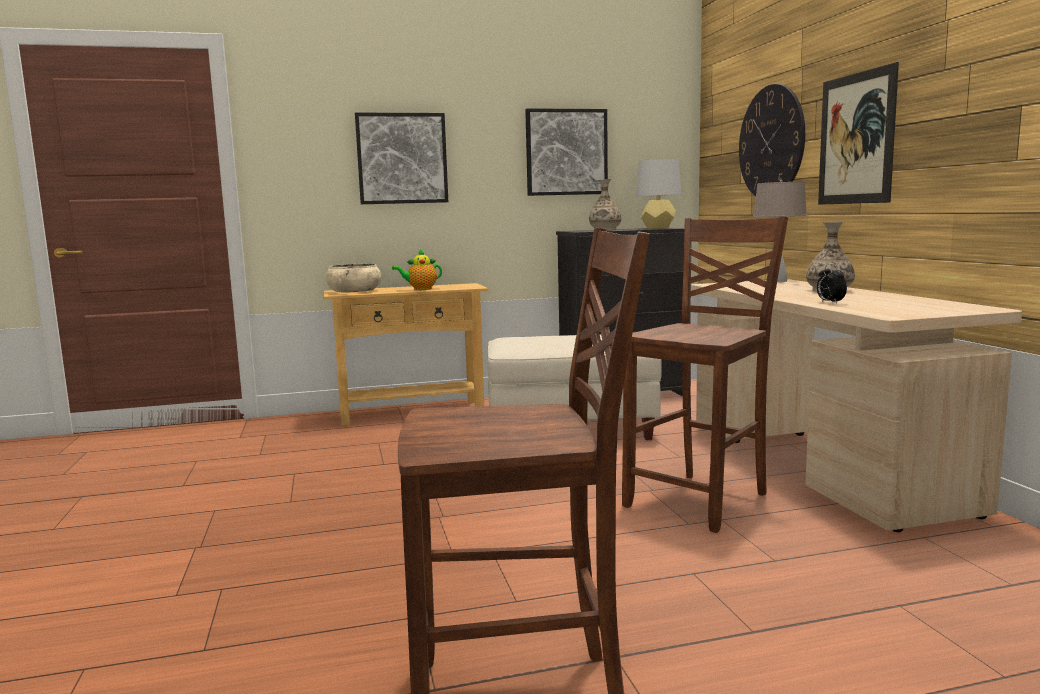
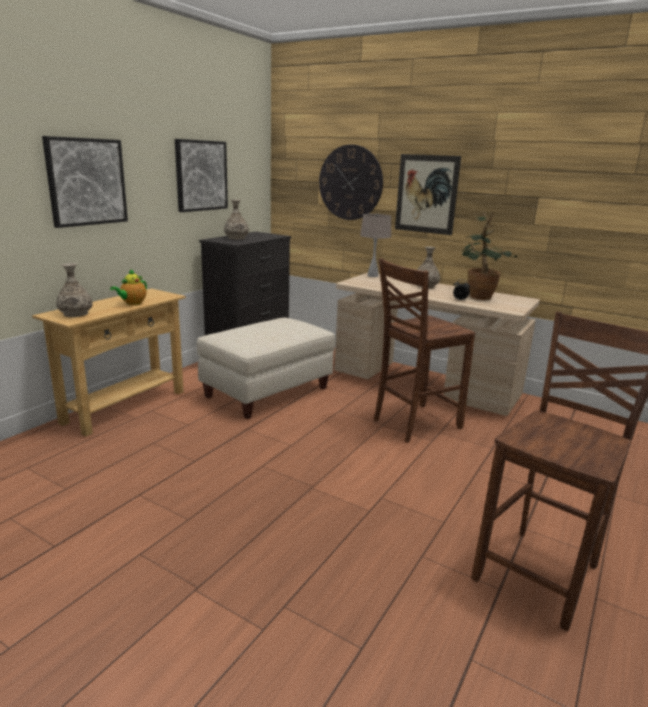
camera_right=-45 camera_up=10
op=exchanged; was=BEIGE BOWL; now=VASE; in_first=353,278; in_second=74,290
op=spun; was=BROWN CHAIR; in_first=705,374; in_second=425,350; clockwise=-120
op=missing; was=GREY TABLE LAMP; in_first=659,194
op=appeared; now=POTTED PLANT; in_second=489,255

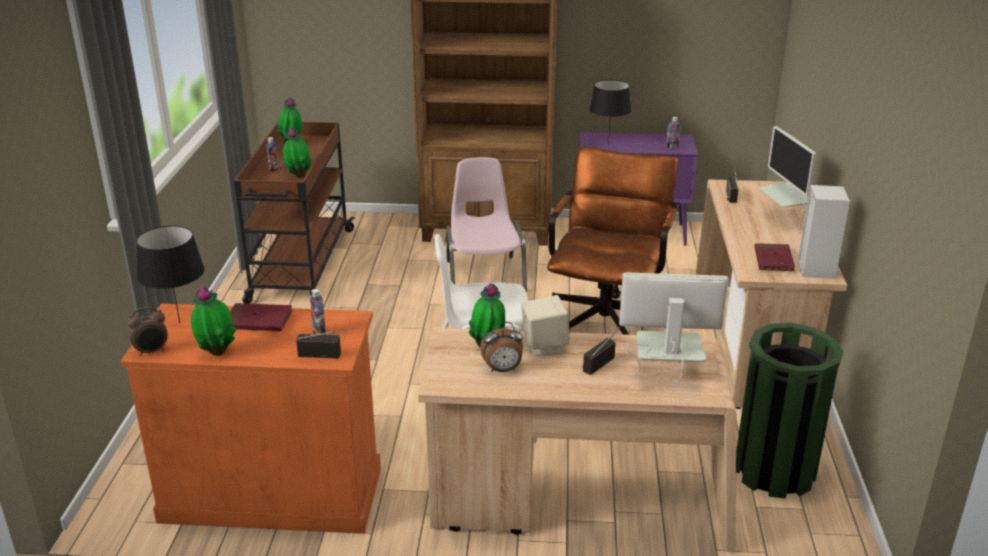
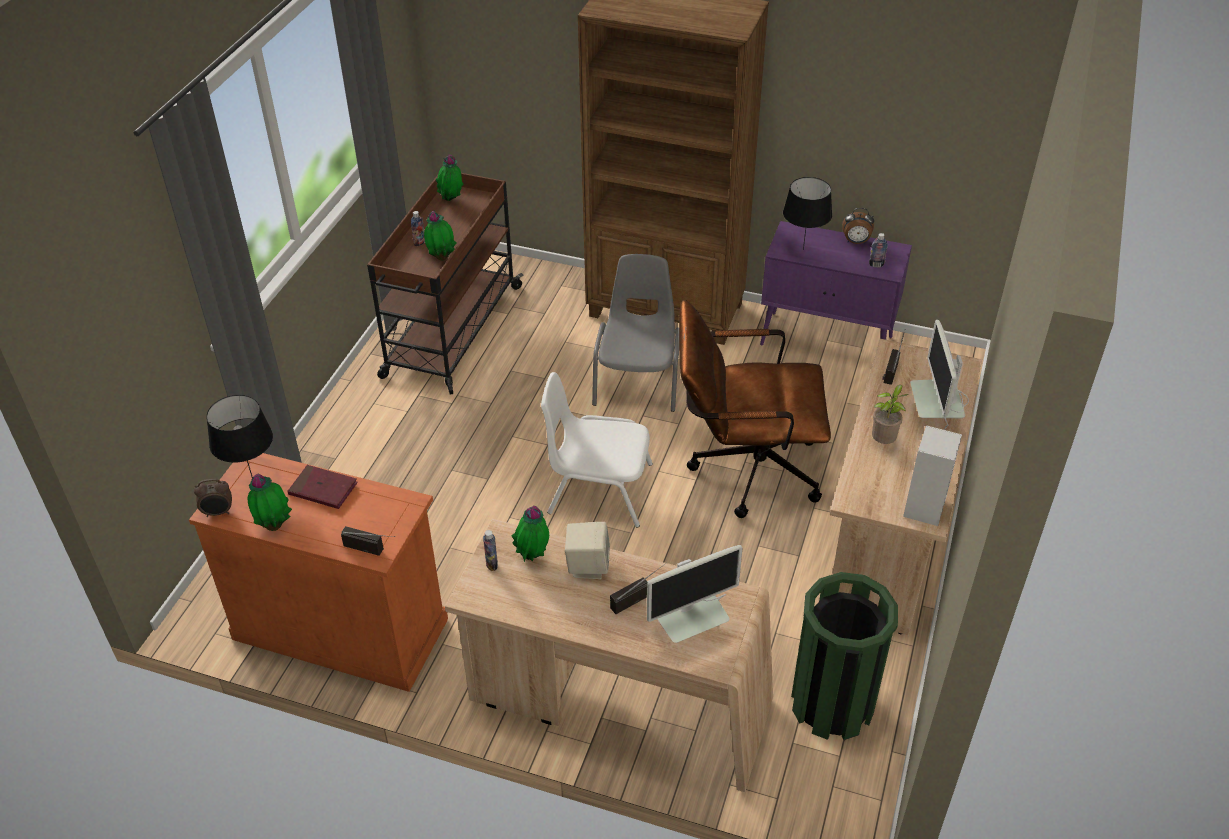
camera_right=15 camera_up=15
op=relocated; was=BOTTLE; in_first=318,312; in_second=490,550
op=colour; was=PINK CHAIR; now=GREY CHAIR; in_first=486,224; in_second=635,333
op=relocated; was=ALARM CLOCK; in_first=501,347; in_second=858,226
op=spun; was=BROWN OFFICE CHAIR; in_first=612,241; in_second=755,409; clockwise=-120
op=spun; was=MONITOR; in_first=674,330; in_second=694,594; clockwise=135
op=missing; was=RED BOOK; in_first=775,257
op=appeared; now=POTTED PLANT; in_second=890,414

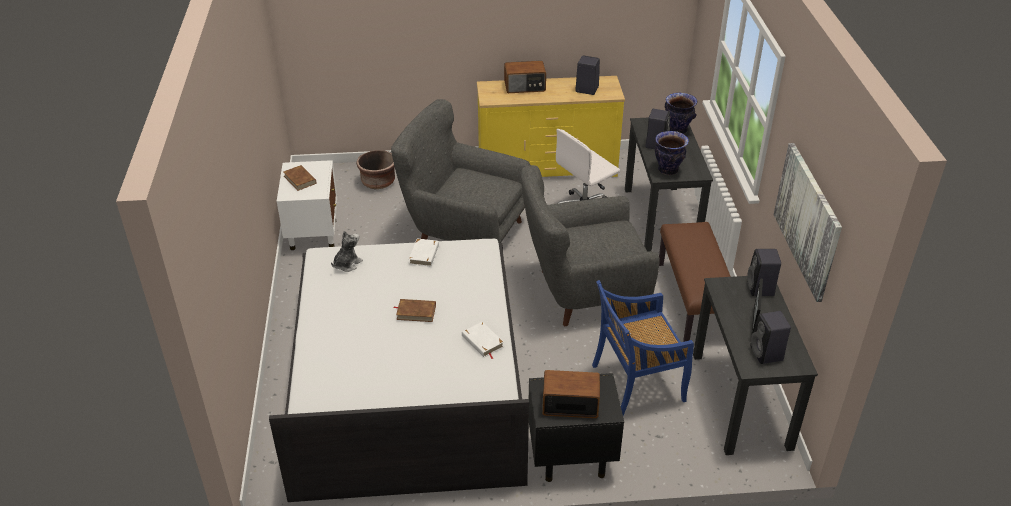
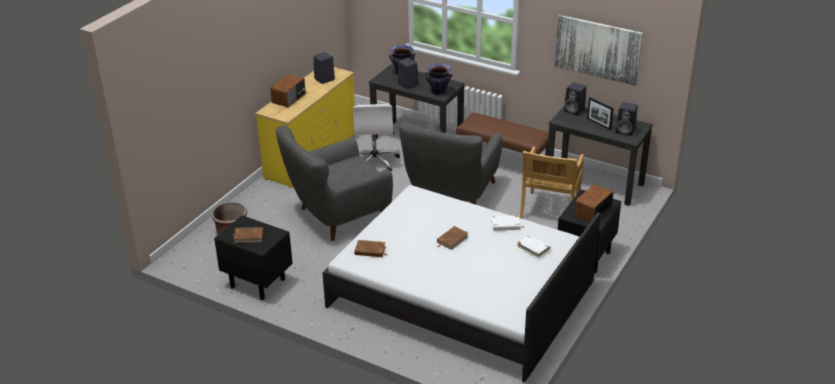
camera_right=-55 camera_up=-5
op=colour; was=WHITE NIGHTSTAND; now=BLACK NIGHTSTAND; in_first=307,205; in_second=253,257
op=exchanged; was=PLUSH TOY; now=BROWN BOOK; in_first=347,251; in_second=371,248
op=relocated; was=WHITE BOOK; in_first=424,252; in_second=533,246
op=colour; was=BLUE CHAIR; now=BEIGE CHAIR; in_first=643,348; in_second=552,183

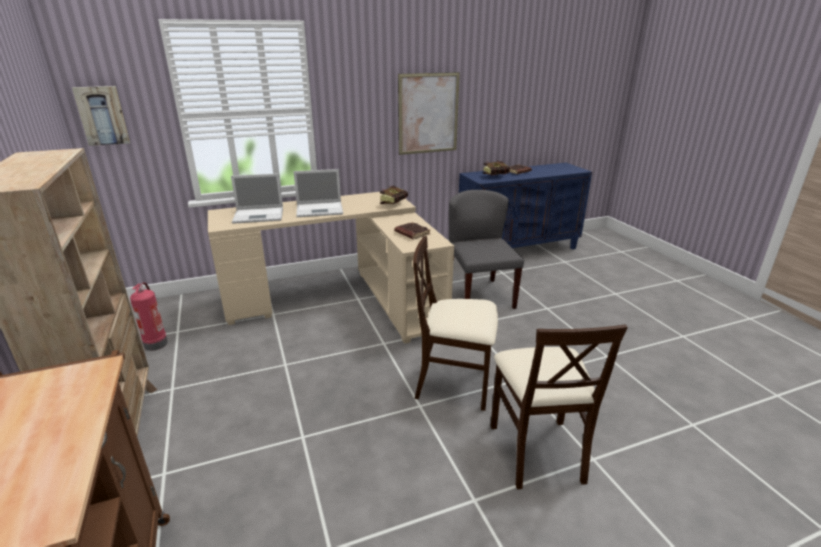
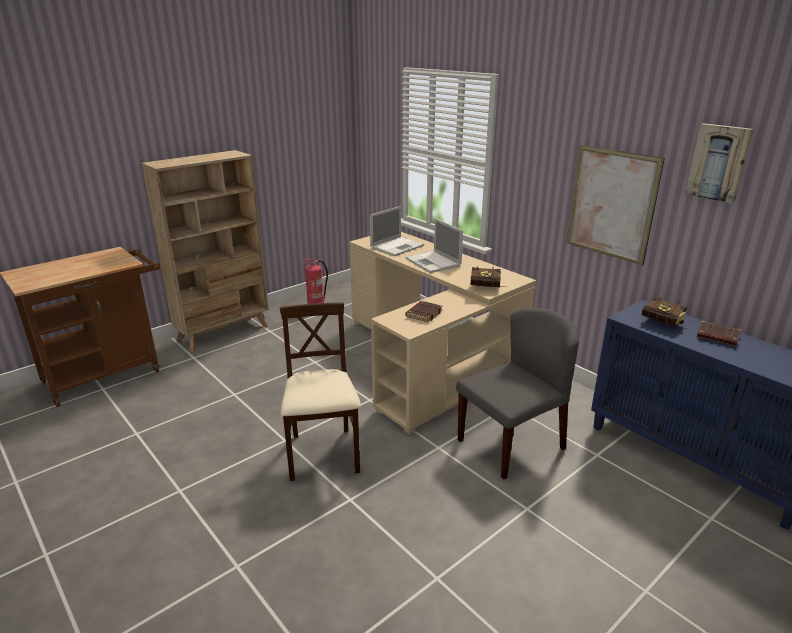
camera_right=70 camera_up=0
op=relocated; was=PICTURE; in_first=101,116; in_second=719,163
op=spun; was=LAPTOP; in_first=257,198; in_second=397,231; clockwise=-105
op=missing; was=BEIGE CHAIR; in_first=559,406

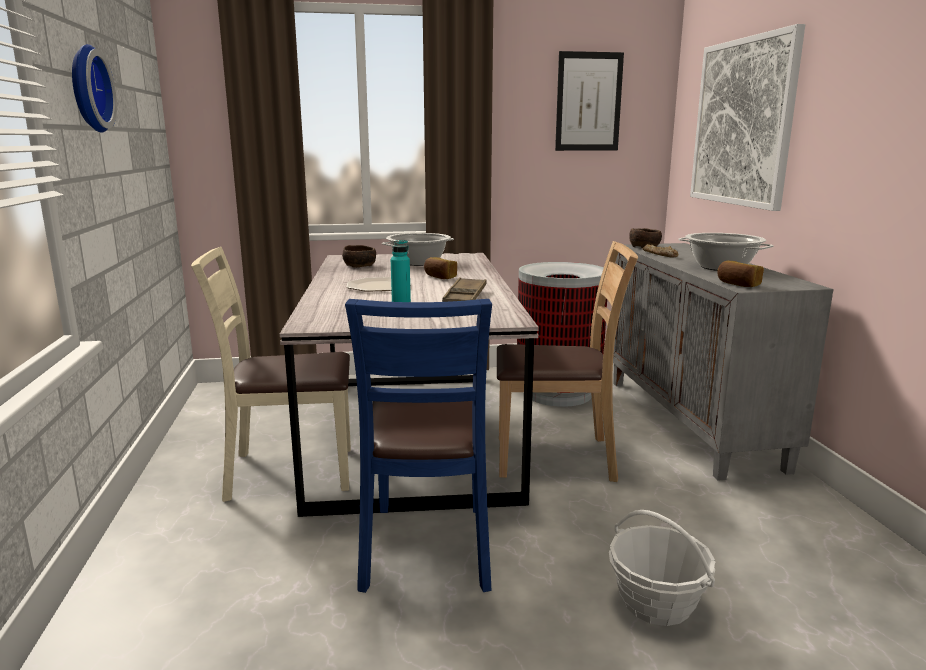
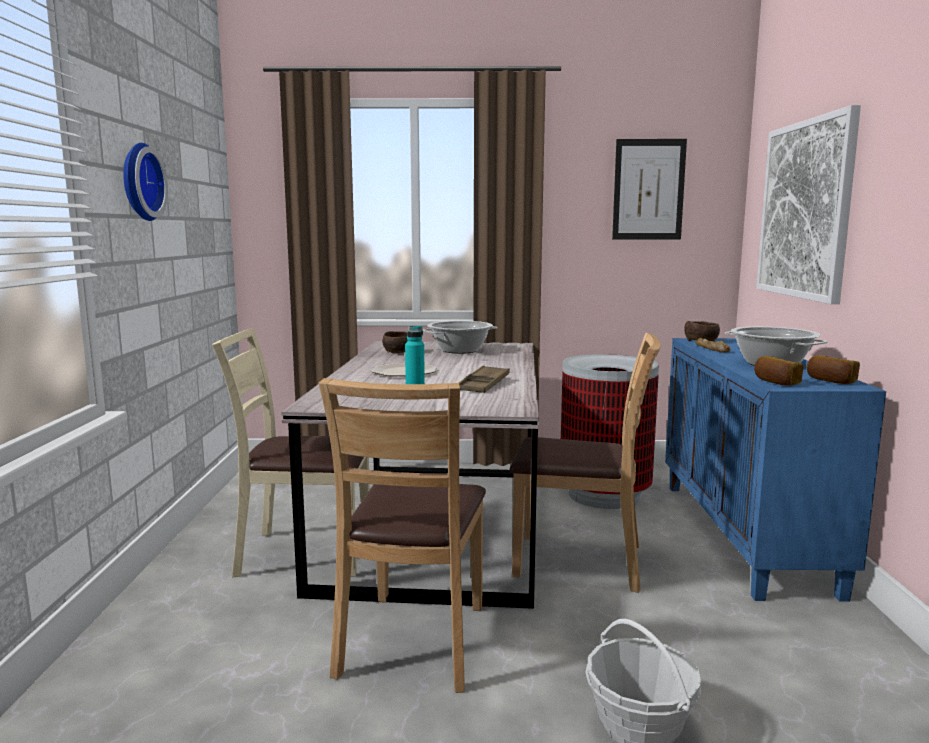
camera_right=10 camera_up=-5
op=colour; was=BLUE CHAIR; now=BROWN CHAIR; in_first=418,446; in_second=402,535
op=relocated; was=BREAD; in_first=440,268; in_second=833,369
op=colour; was=GREY CABINET; now=BLUE CABINET; in_first=723,362; in_second=775,470

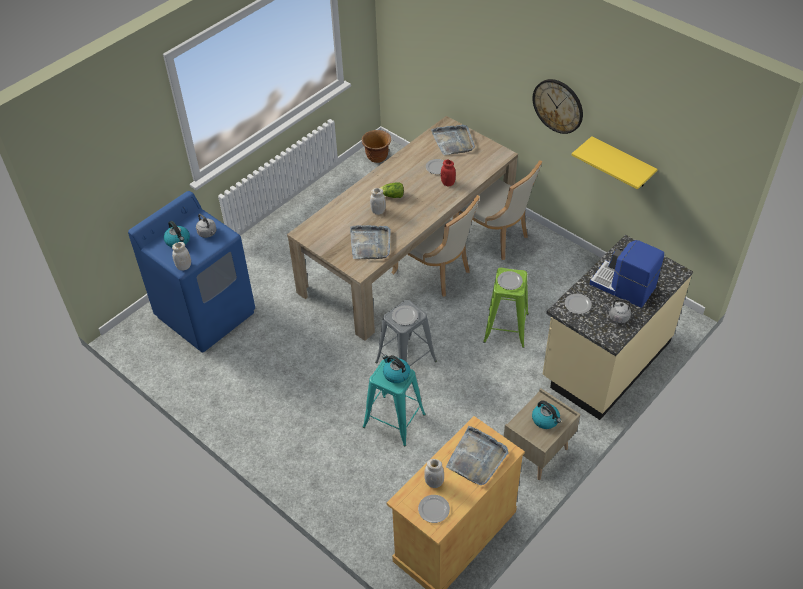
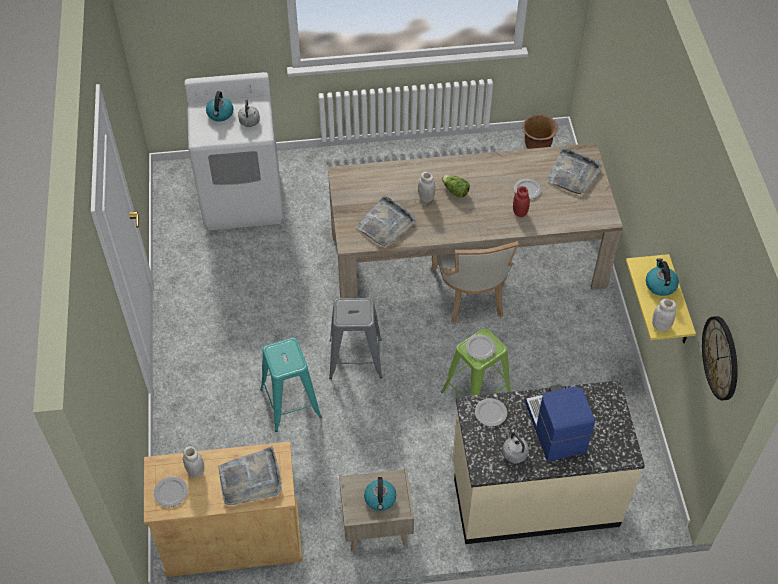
camera_right=40 camera_up=5
op=colour; was=BLUE WASHING MACHINE; now=WHITE WASHING MACHINE; in_first=191,271; in_second=233,151
op=relocated; was=WHITE JAR; in_first=181,256; in_second=664,315
op=relocated; was=KETTLE; in_first=396,369; in_second=662,277
op=missing; was=PLATE; in_first=405,315
op=missing; was=BEIGE CHAIR; in_first=497,210
op=relocated; was=WALL CLOCK; in_first=558,106; in_second=720,358

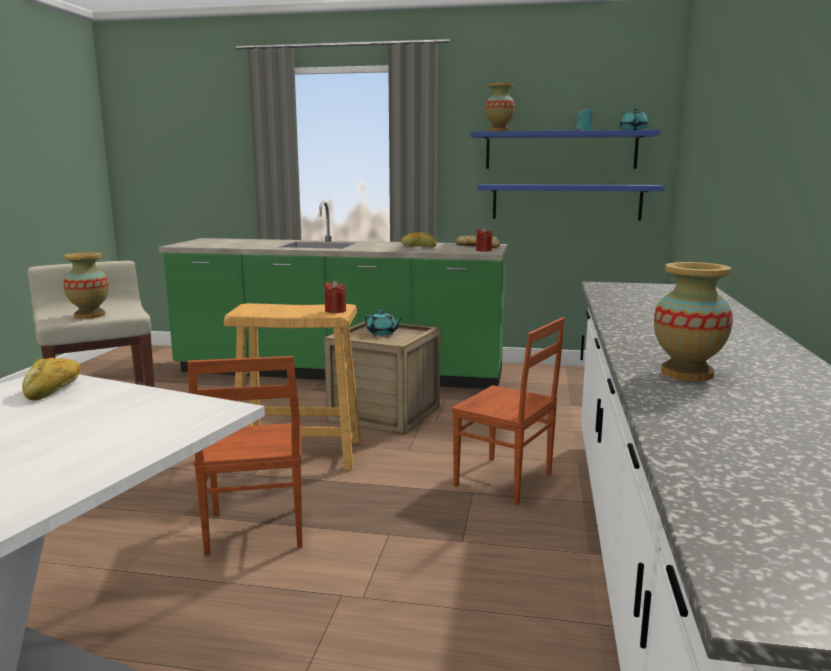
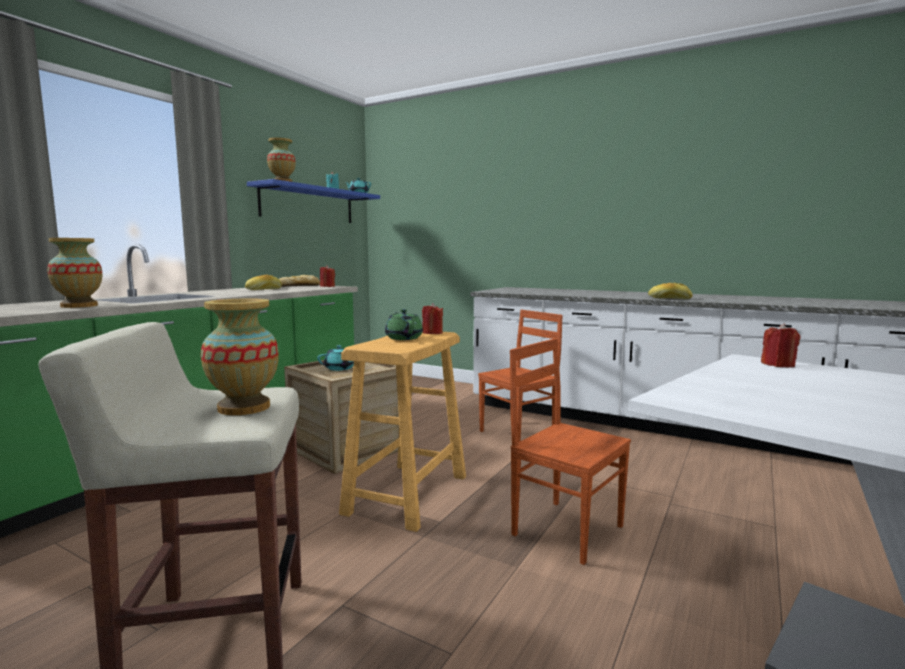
camera_right=-70 camera_up=-5
op=relocated; was=BREAD; in_first=51,378; in_second=670,291
op=spun; was=BROWN CHAIR; in_first=244,456; in_second=570,451; clockwise=-150
op=missing; was=BLUE SHELF; in_first=571,202
op=relocated; was=VASE; in_first=693,321; in_second=74,273
op=appeared; now=GREEN TEAPOT; in_second=404,324
op=appeared; now=RED CANDLE; in_second=780,345

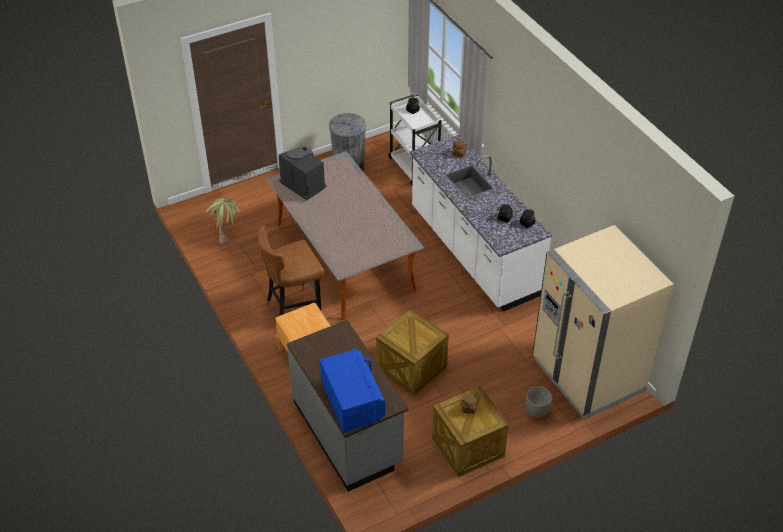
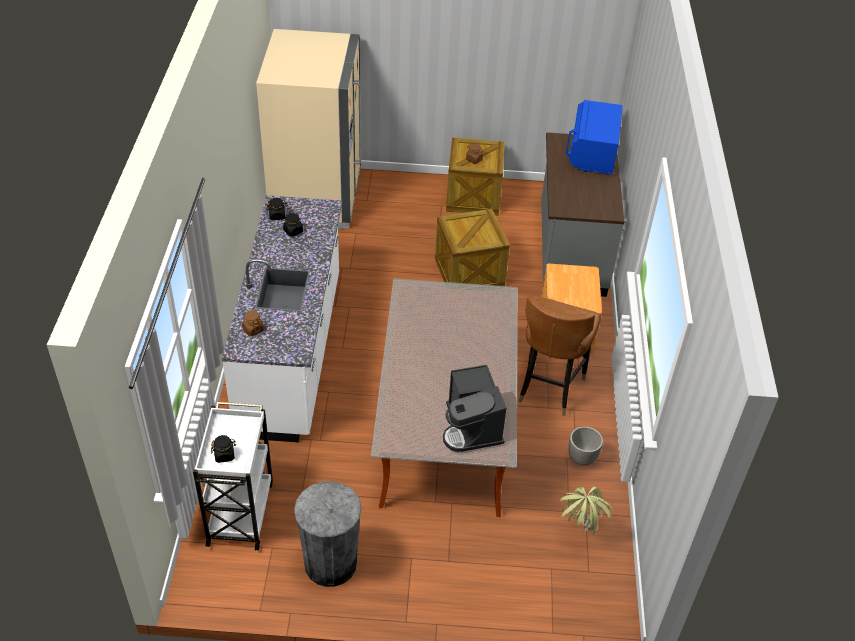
camera_right=-150 camera_up=0
op=spun; was=BROWN CHAIR; in_first=291,270; in_second=559,356; clockwise=105
op=relocated; was=PLANTER; in_first=539,402; in_second=586,446

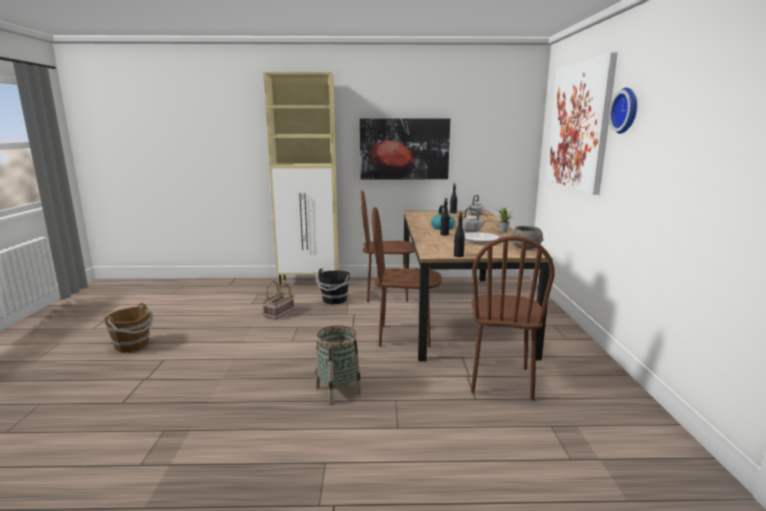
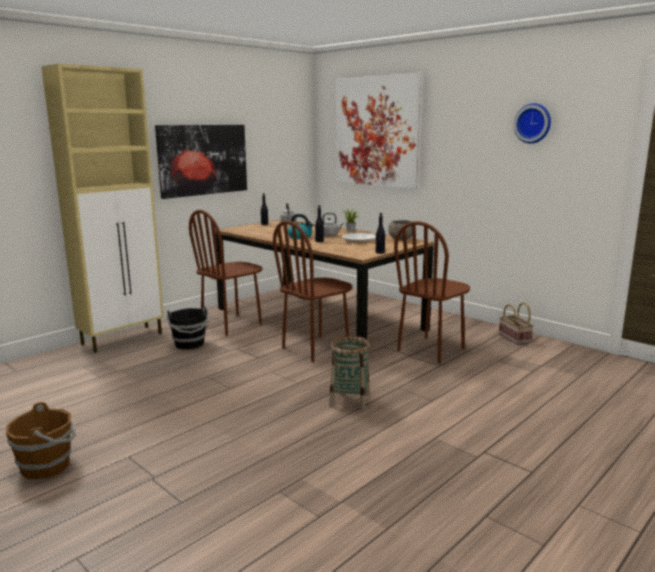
camera_right=-45 camera_up=0
op=relocated; was=BASKET; in_first=278,300; in_second=516,323
op=spun; was=BROWN CHAIR; in_first=513,318; in_second=432,292; clockwise=75
op=relocated; was=WALL CLOCK; in_first=623,110; in_second=532,123

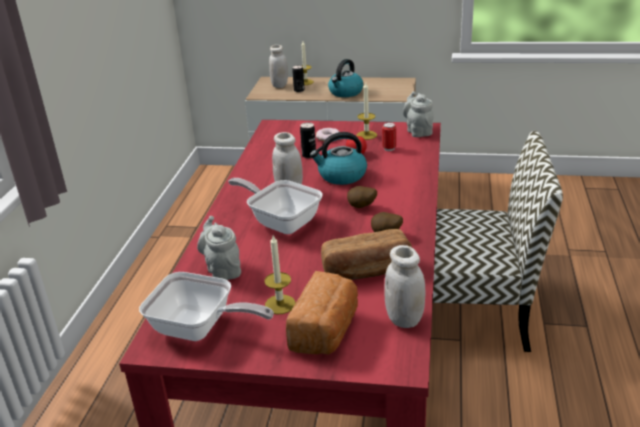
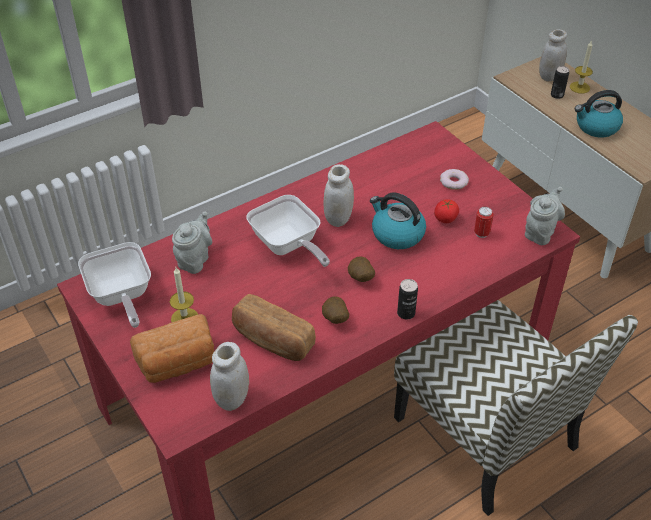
camera_right=45 camera_up=15
op=spun; was=FRYING PAN; in_first=275,206; in_second=288,231; clockwise=150
op=relocated; was=CAN; in_first=308,140; in_second=407,299
op=missing; was=CANDLE; in_first=367,111

